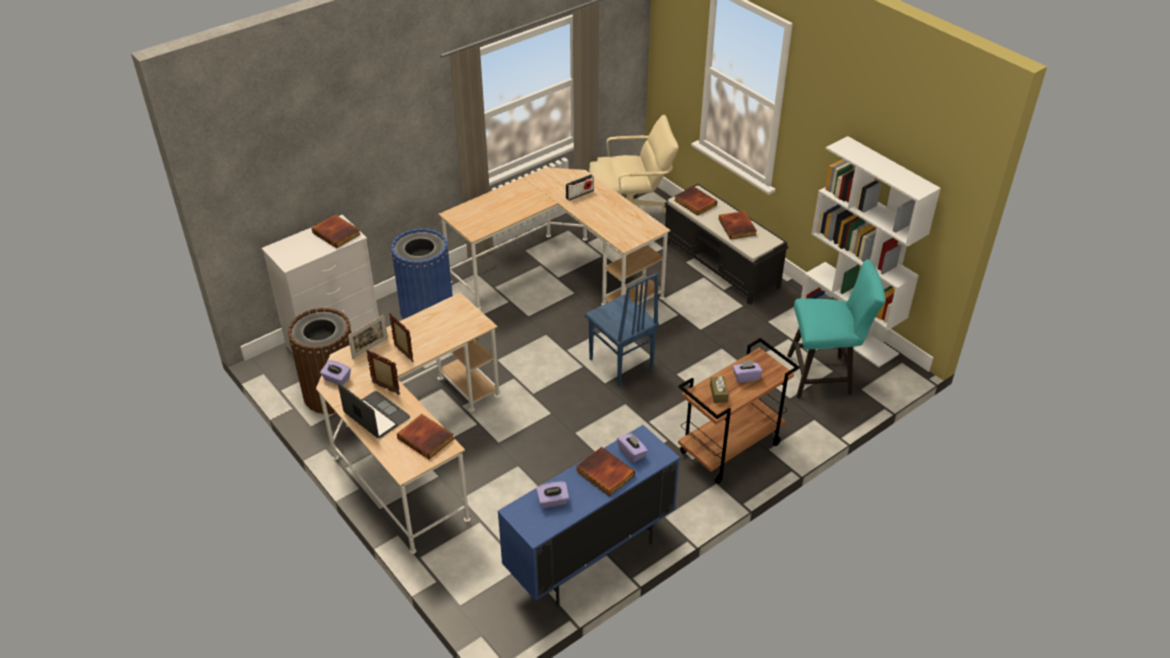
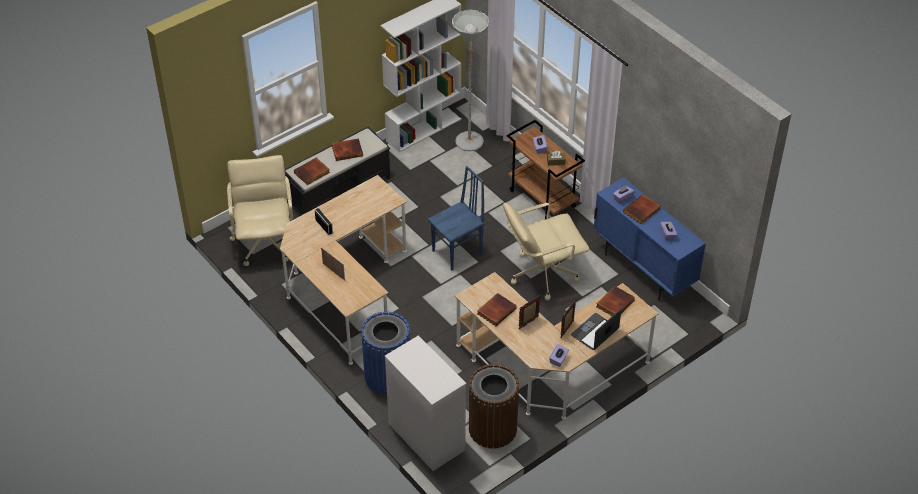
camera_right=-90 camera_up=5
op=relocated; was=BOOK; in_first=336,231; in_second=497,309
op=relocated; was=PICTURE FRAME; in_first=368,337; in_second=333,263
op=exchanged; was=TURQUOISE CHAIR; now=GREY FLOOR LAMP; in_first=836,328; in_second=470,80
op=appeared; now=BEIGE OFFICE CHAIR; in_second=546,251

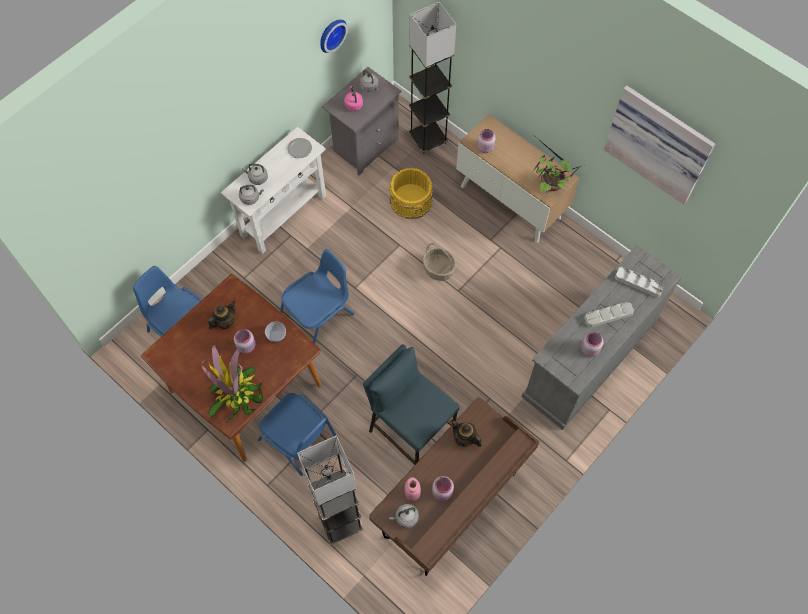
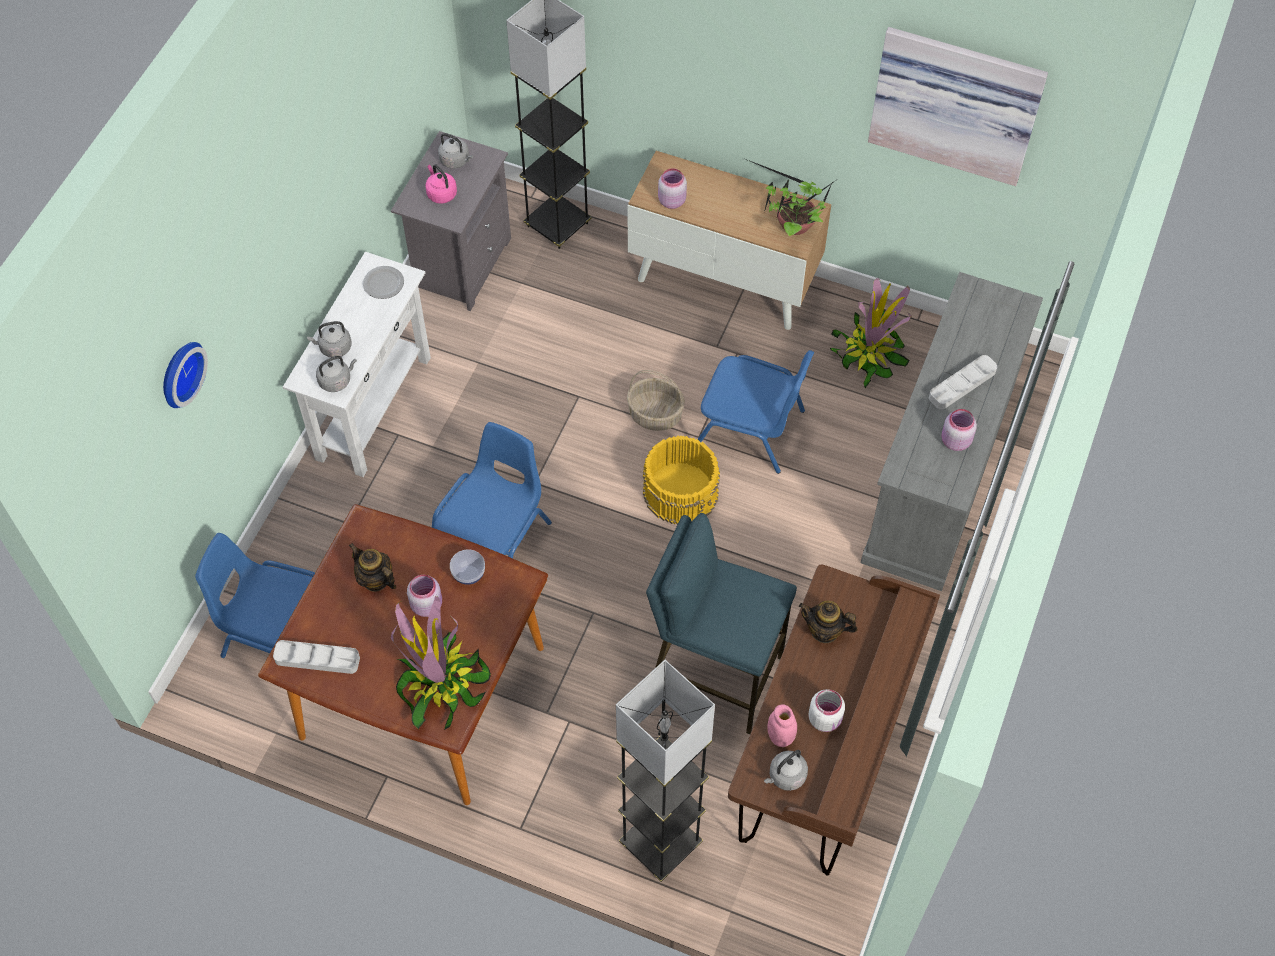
camera_right=-20 camera_up=-5
op=spun; was=TEAPOT; in_first=221,315; in_second=372,567; clockwise=-75
op=relocated; was=BLUE CHAIR; in_first=297,434; in_second=756,412
op=relocated; was=WALL CLOCK; in_first=334,36; in_second=185,375
op=relocated; was=YELLOW BUCKET; in_first=411,193; in_second=681,479
op=colour; was=PINK JAR; now=WHITE JAR; in_first=443,488; in_second=826,710
op=relocated; was=GREY TRAY; in_first=639,282; in_second=316,657
op=appeared; now=POTTED PLANT; in_second=871,333

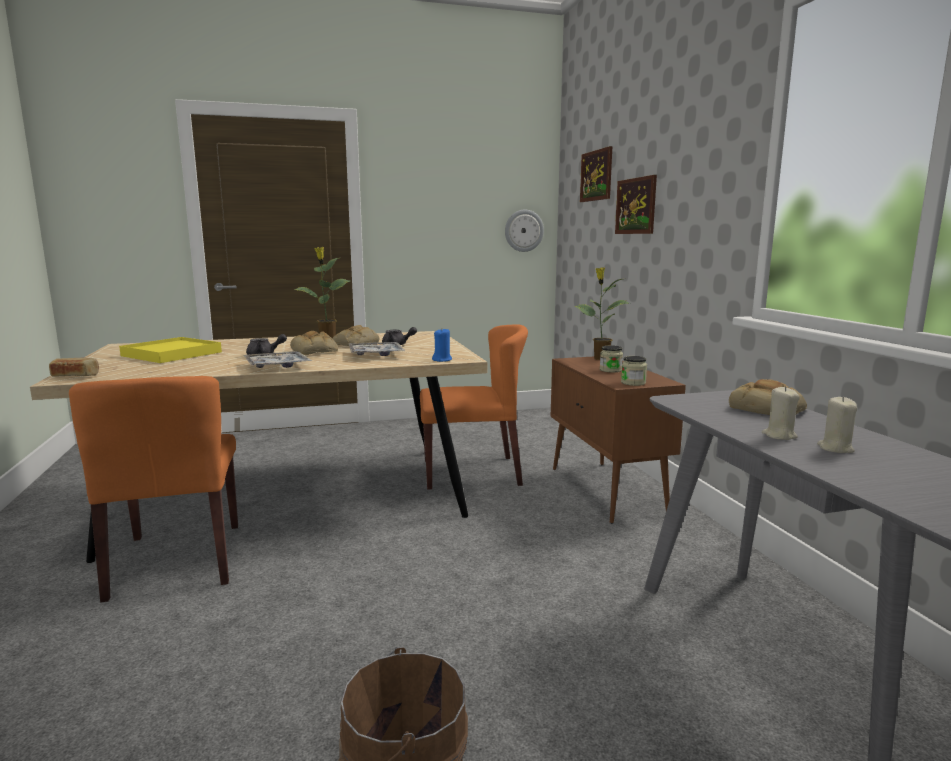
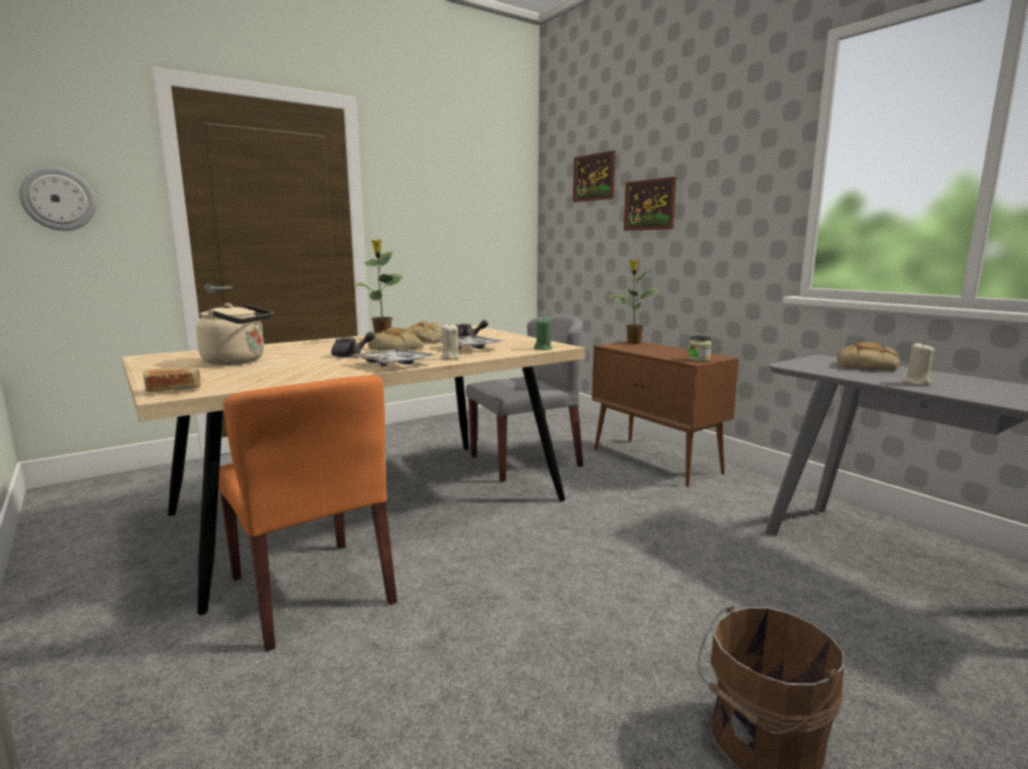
camera_right=-20 camera_up=0
op=exchanged; was=YELLOW TRAY; now=BEIGE KETTLE; in_first=170,350; in_second=234,334
op=colour; was=ORANGE CHAIR; now=GREY CHAIR; in_first=474,406; in_second=524,398
op=colour; was=BLUE CANDLE; now=GREEN CANDLE; in_first=442,345; in_second=543,333
op=relocated; was=WALL CLOCK; in_first=524,231; in_second=57,199
op=missing; was=JAR; in_first=611,359
op=relocated; was=BEIGE CANDLE; in_first=837,424; in_second=450,341

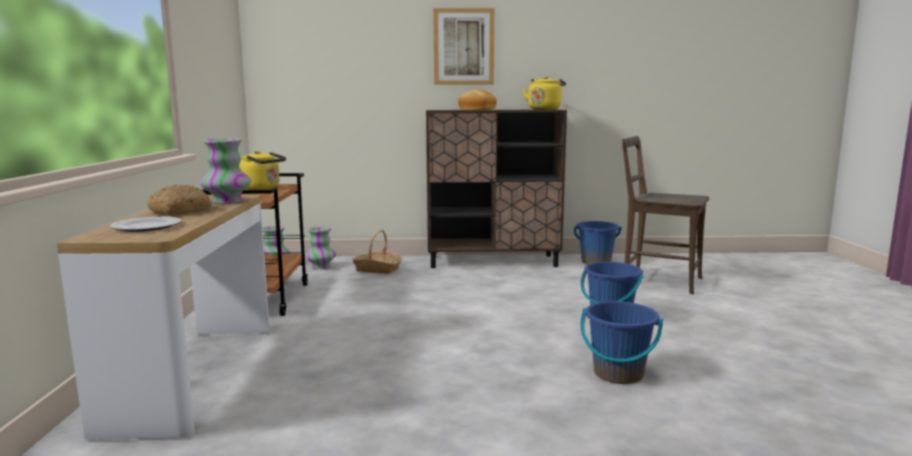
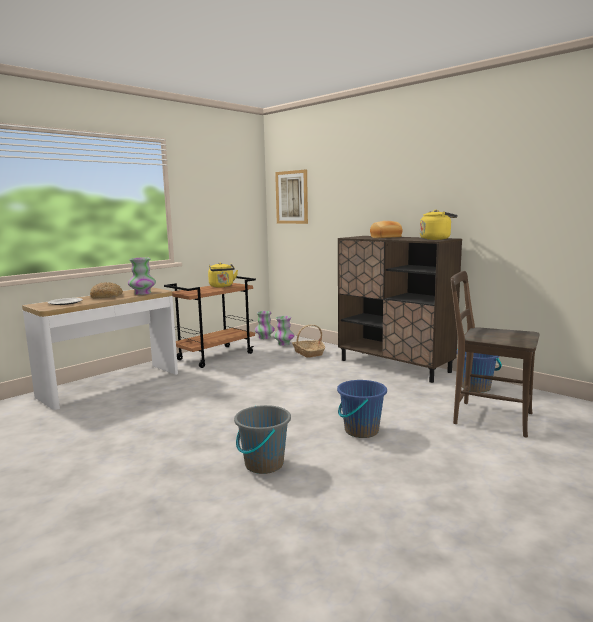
camera_right=45 camera_up=0
op=relocated; was=PICTURE; in_first=463,46; in_second=291,197
op=colour; was=BLUE BUCKET; now=GREY BUCKET; in_first=621,342; in_second=262,439
op=spun; was=BROWN CHAIR; in_first=665,215; in_second=495,354; clockwise=-45

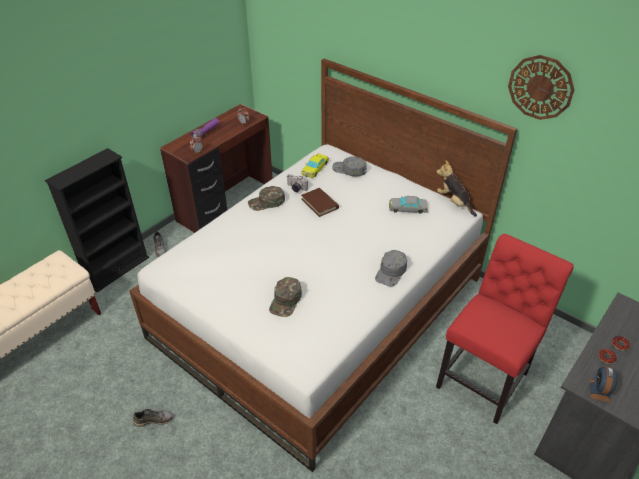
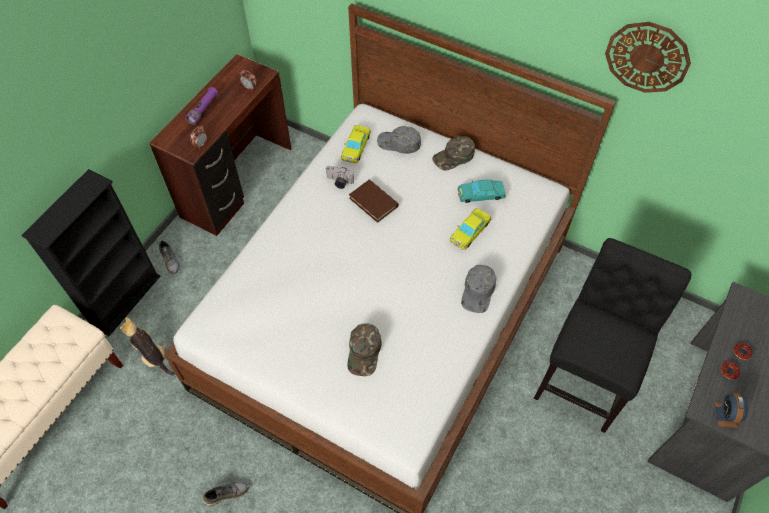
camera_right=-10 camera_up=15
op=relocated; was=GREEN CAP; in_first=266,198; in_second=453,153
op=colour; was=GREY TOY CAR; now=TURQUOISE TOY CAR; in_first=408,205; in_second=482,191
op=relocated; was=PLUSH TOY; in_first=456,188; in_second=147,346
op=colour; was=RED CHAIR; now=BLACK CHAIR; in_first=505,329; in_second=612,335
op=appeared; now=YELLOW TOY CAR; in_second=471,229

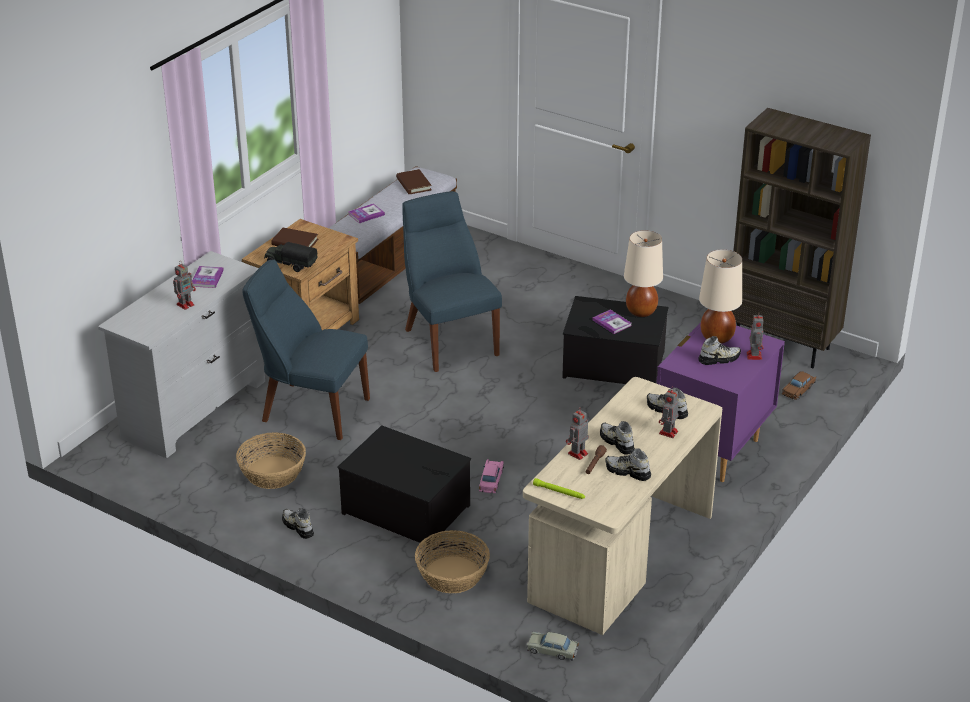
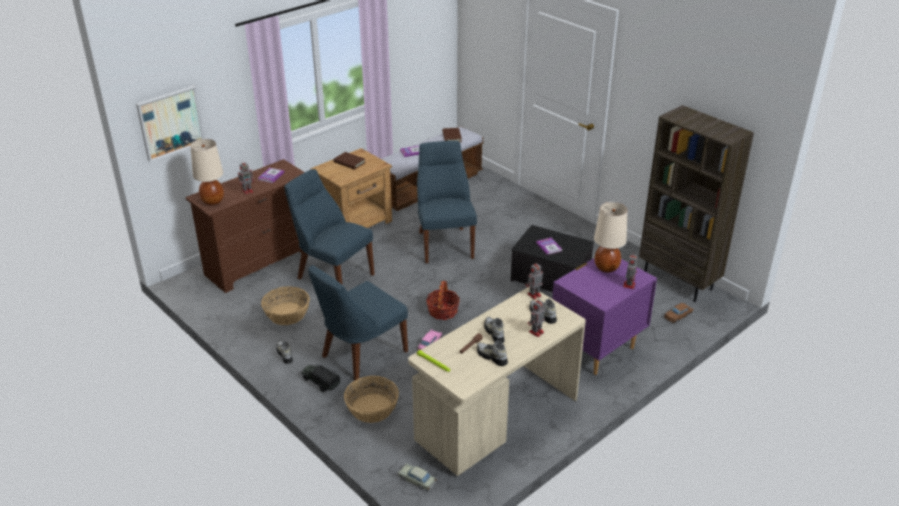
camera_right=15 camera_up=0
op=colour; was=WHITE DRESSER; now=BROWN DRESSER; in_first=181,355; in_second=245,226
op=relocated; was=TOY TRUCK; in_first=290,257; in_second=320,378
op=exchanged; was=STORAGE BOX; now=BLUE CHAIR; in_first=404,485; in_second=358,323
op=relocated; was=TOY ROBOT; in_first=577,434; in_second=534,280
op=relocated; was=BEIGE TABLE LAMP; in_first=643,273; in_second=207,172
op=missing; was=SHOE; in_first=719,350
op=appeared; now=PICTURE; in_second=170,124
op=appeared; now=BASKET; in_second=443,300

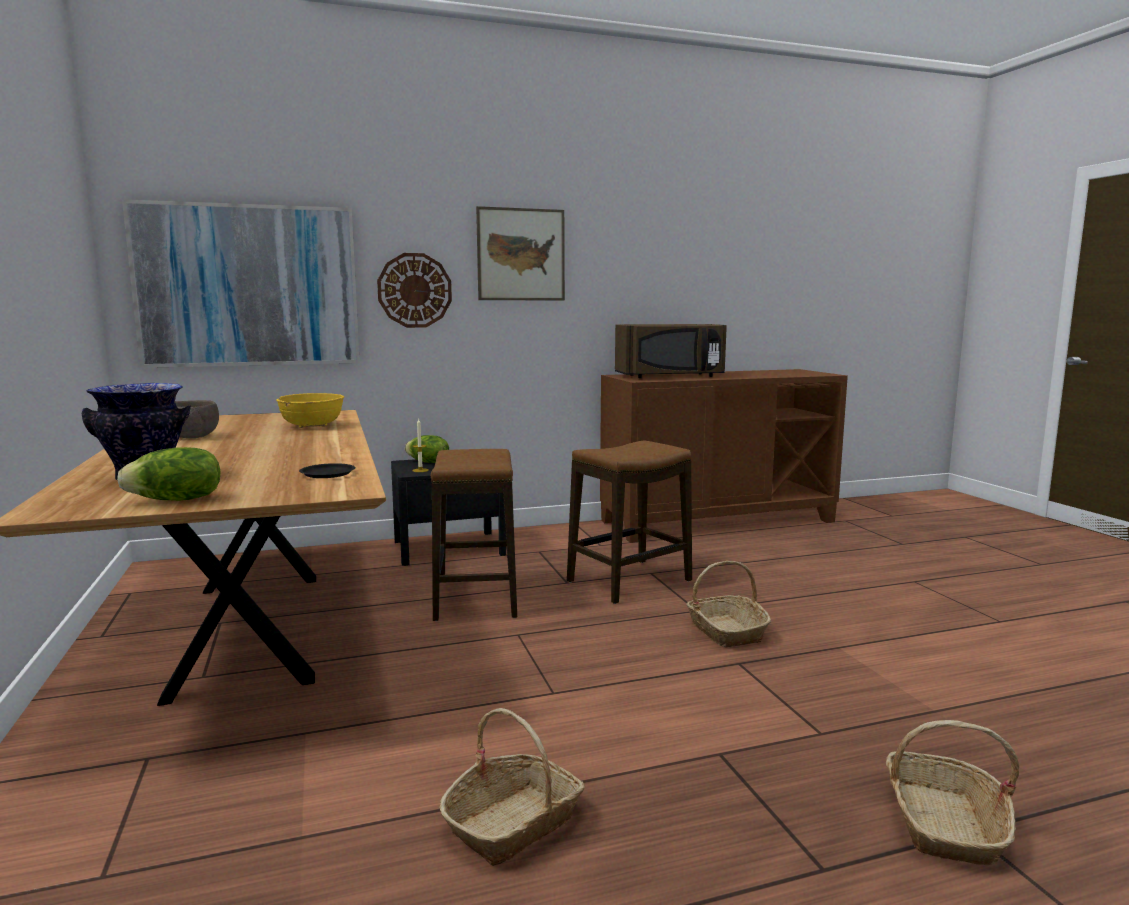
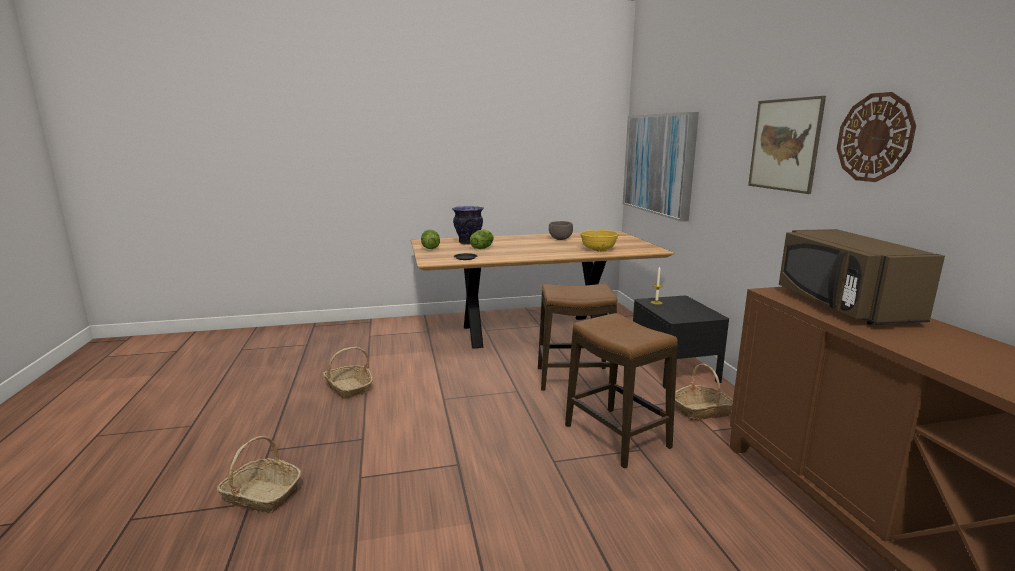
camera_right=95 camera_up=5
op=relocated; was=WALL CLOCK; in_first=414,290; in_second=876,137
op=relocated; was=LETTUCE; in_first=427,449; in_second=482,239
op=relocated; was=BASKET; in_first=728,604; in_second=704,392

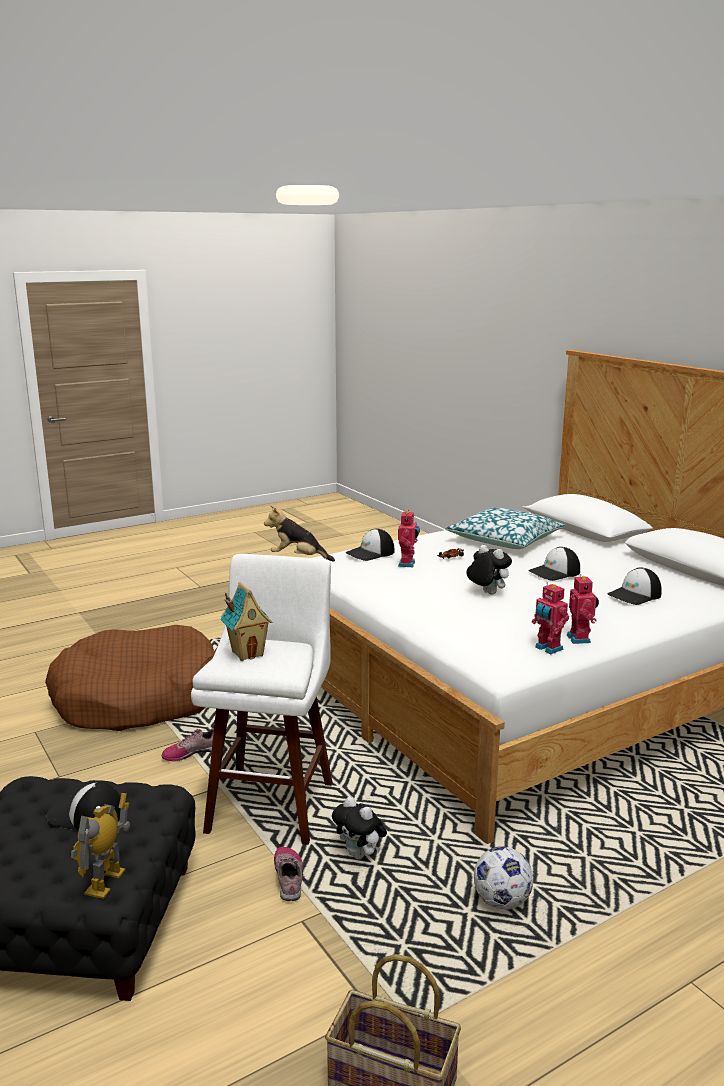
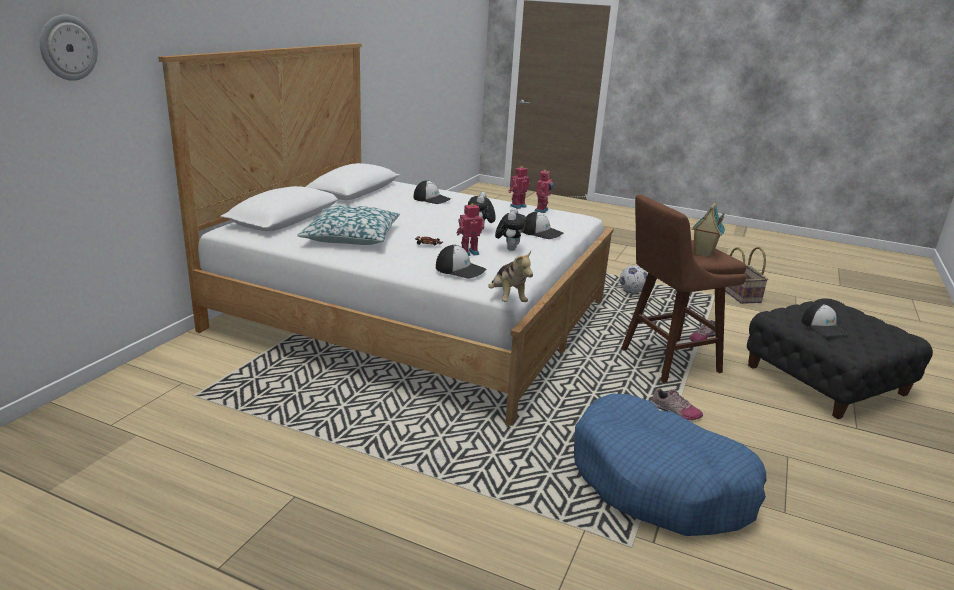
camera_right=-125 camera_up=5
op=colour; was=BROWN DOG BED; now=BLUE DOG BED; in_first=130,678; in_second=670,464
op=missing; was=TOY ROBOT; in_first=100,846
op=colour; was=WHITE STOOL; now=BROWN STOOL; in_first=262,699; in_second=683,289
op=relocated; was=PLUSH TOY; in_first=359,828; in_second=511,229
op=relocated; was=CAP; in_first=554,564; in_second=543,225
op=appeared; now=WALL CLOCK; in_second=69,48

